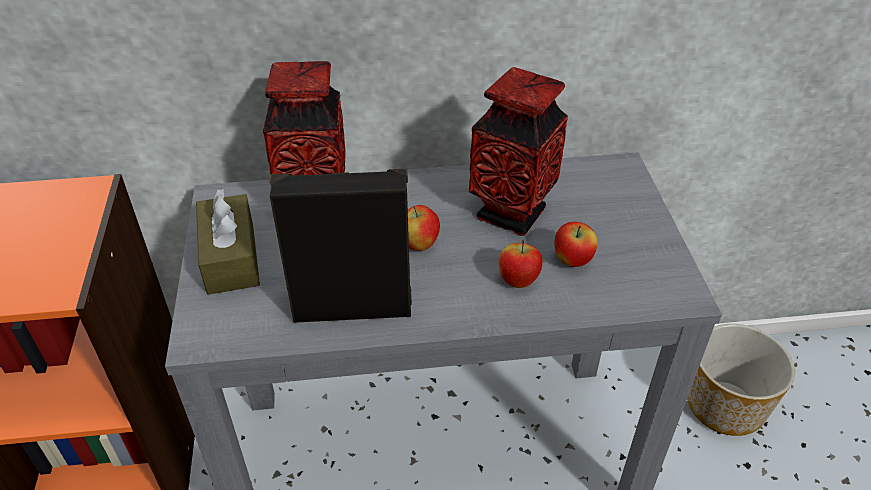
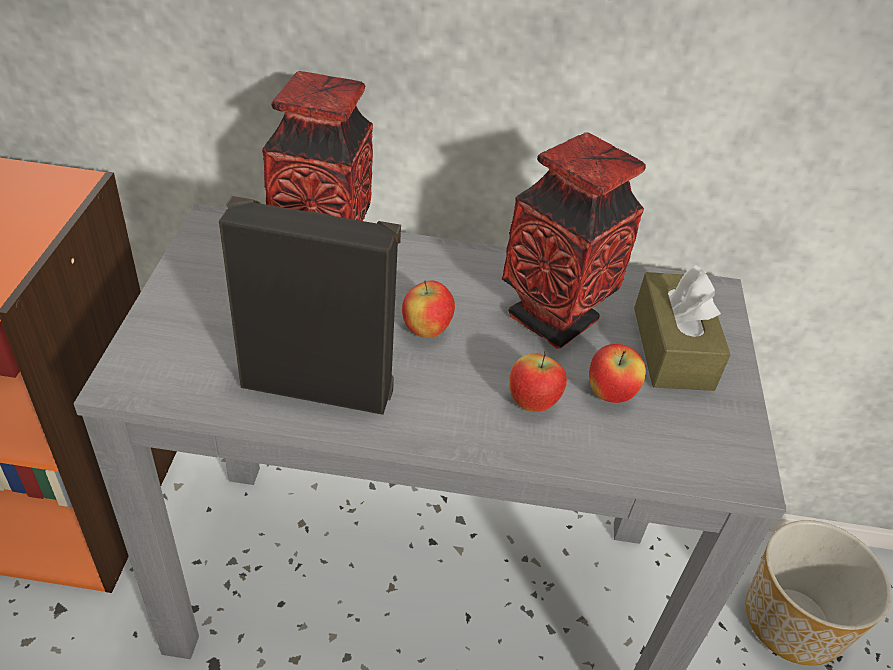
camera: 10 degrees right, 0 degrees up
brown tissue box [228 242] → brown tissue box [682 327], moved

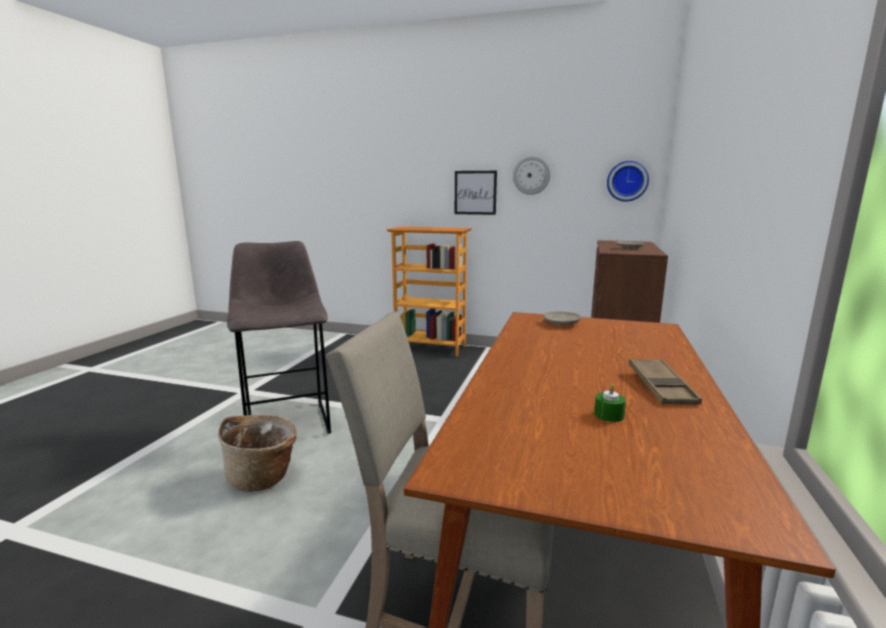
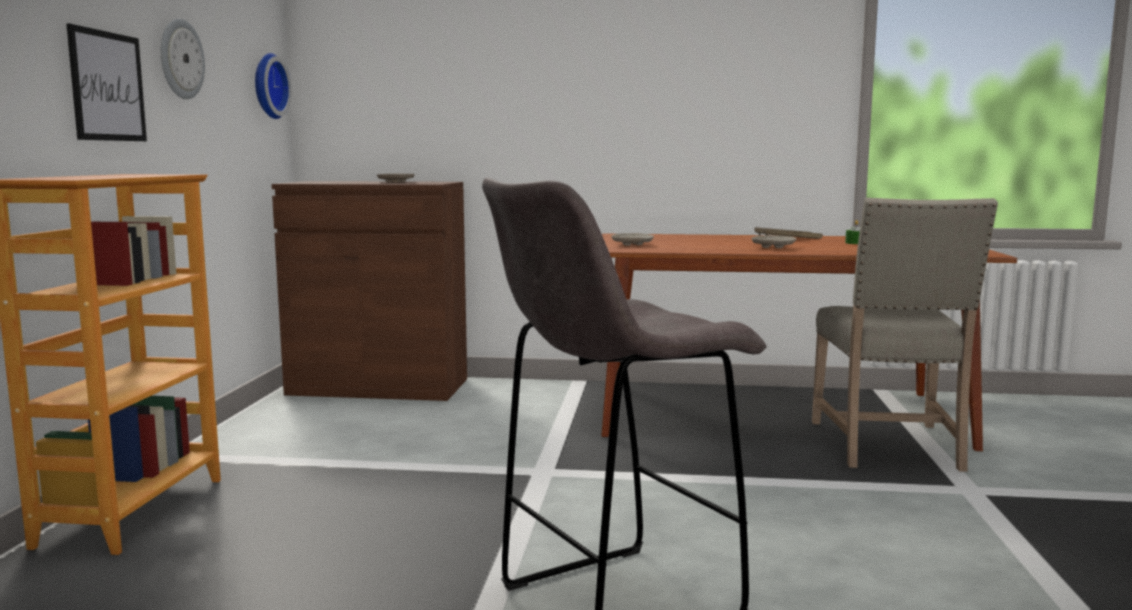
camera: 100 degrees left, 5 degrees down
basket [257 453] → -
- → beige plate [774 241]

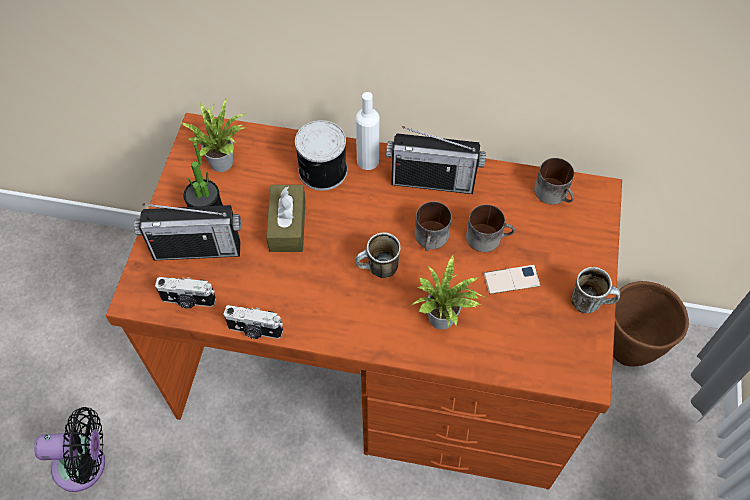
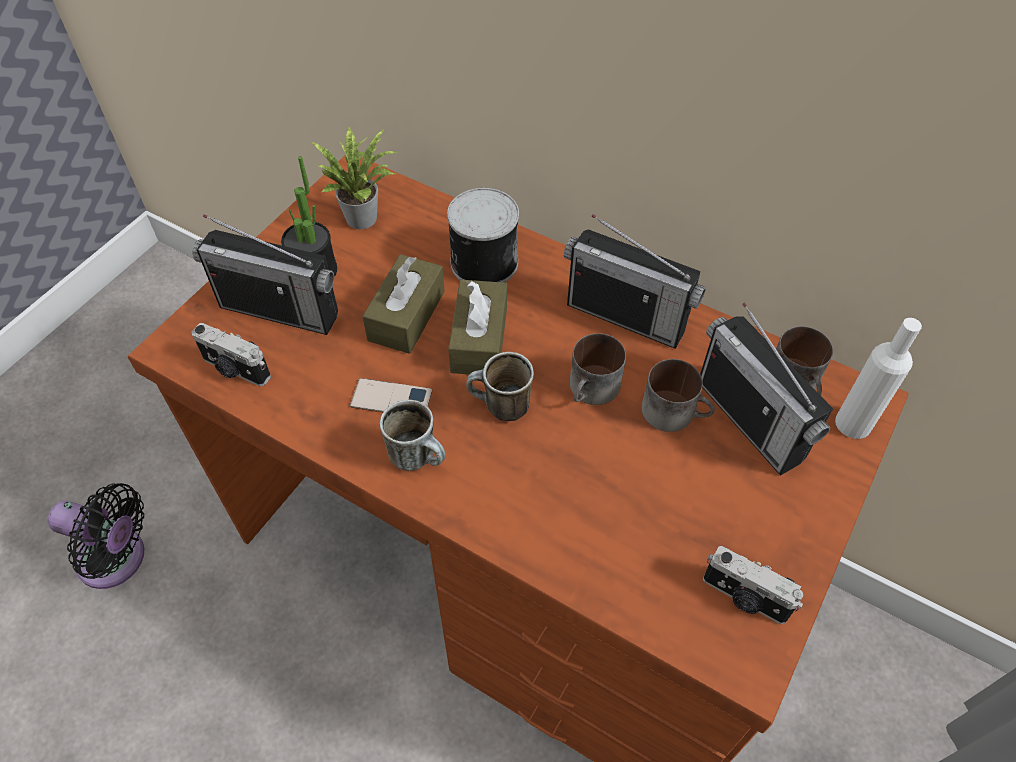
camera: 20 degrees right, 5 degrees down
photo camera [253 322] → photo camera [753 585], moved
white bottle [367 131] → white bottle [878 378], moved
potted plant [449 292] → -
phone [512 279] → phone [391 395], moved
mug [595 290] → mug [413 435], moved
brown planter [651 323] → -
- → brown tissue box [477 327]
- → radio [766 389]

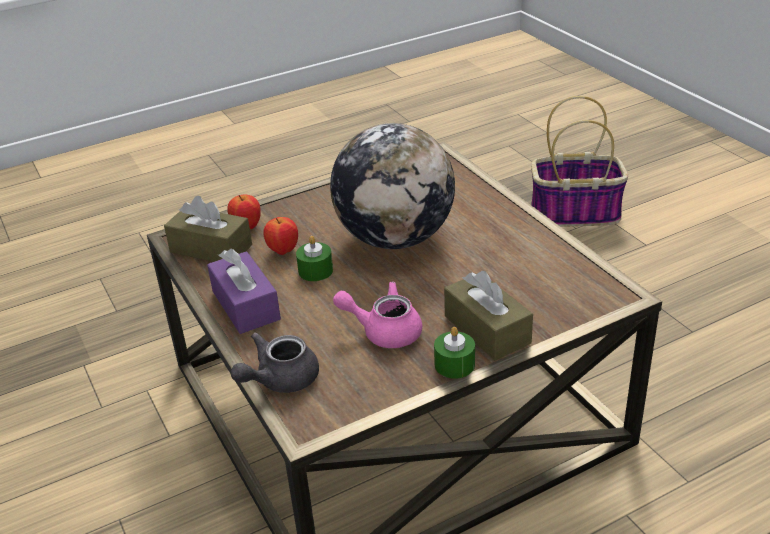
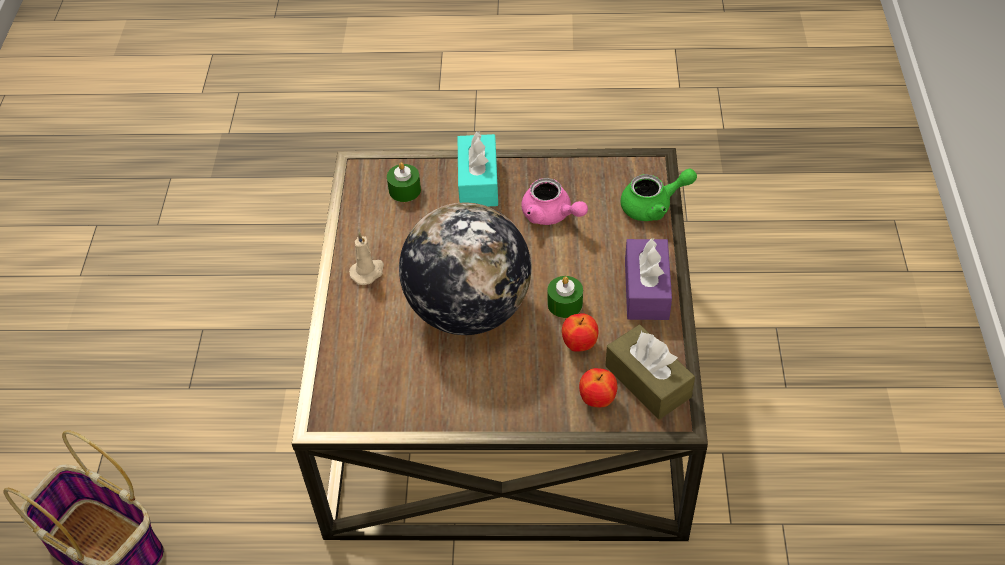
camera: 150 degrees left, 15 degrees up
grey teapot [275 362] → green teapot [659 194]
green candle [454 353] → green candle [404 182], moved
brown tissue box [488 316] → turquoise tissue box [478 168]
- → beige candle [366 258]

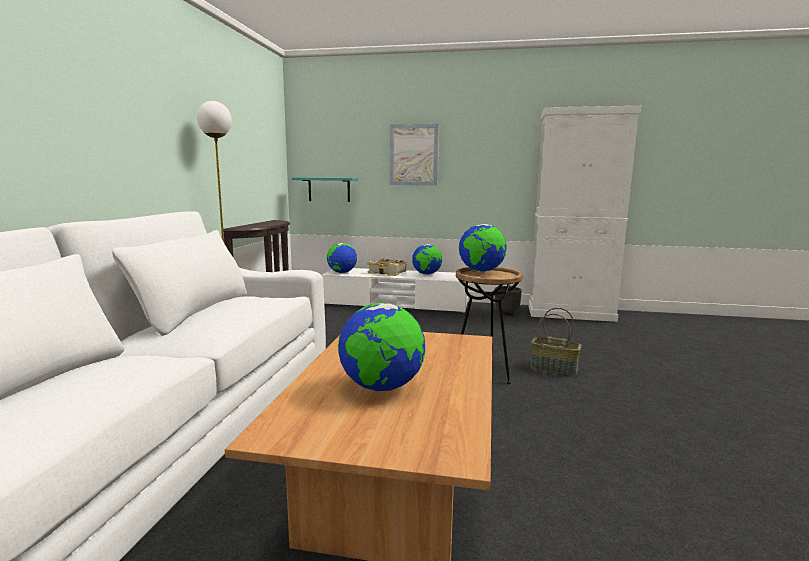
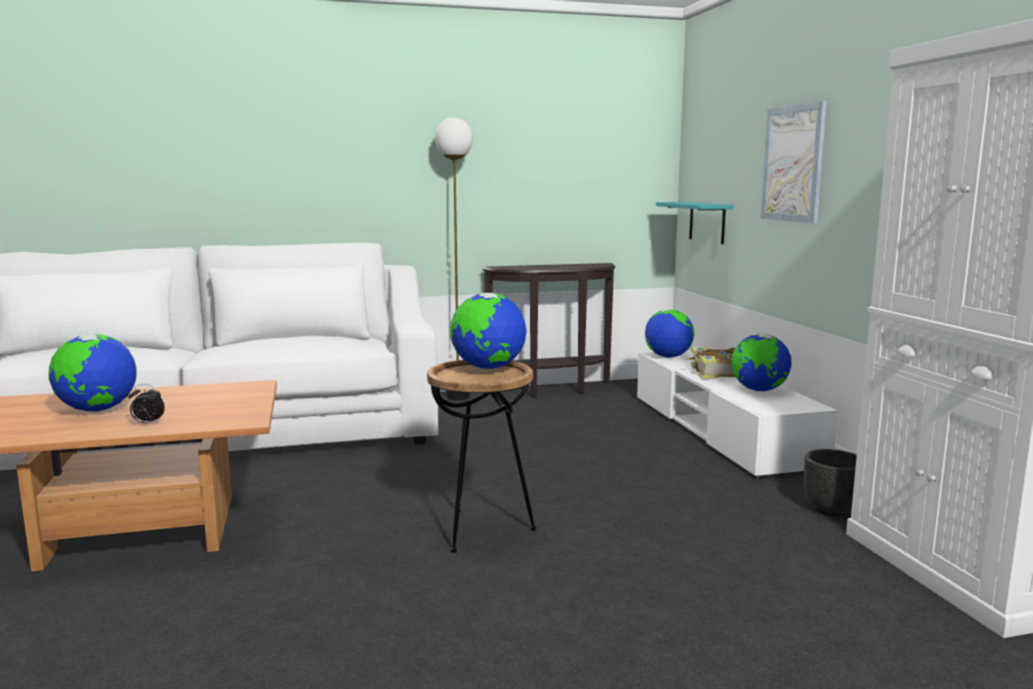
camera: 65 degrees right, 0 degrees up
basket [556 342] → -
- → alarm clock [147 404]

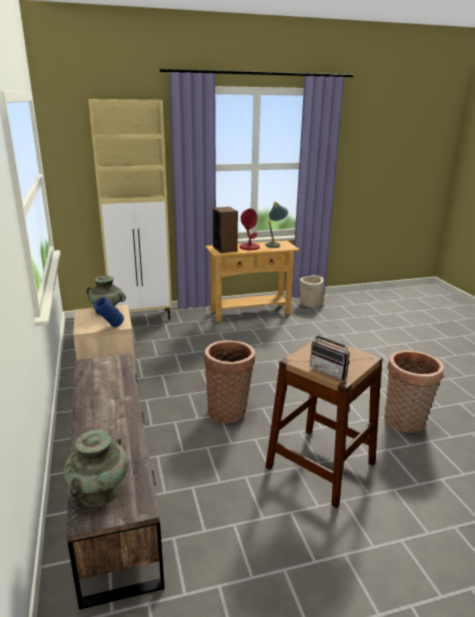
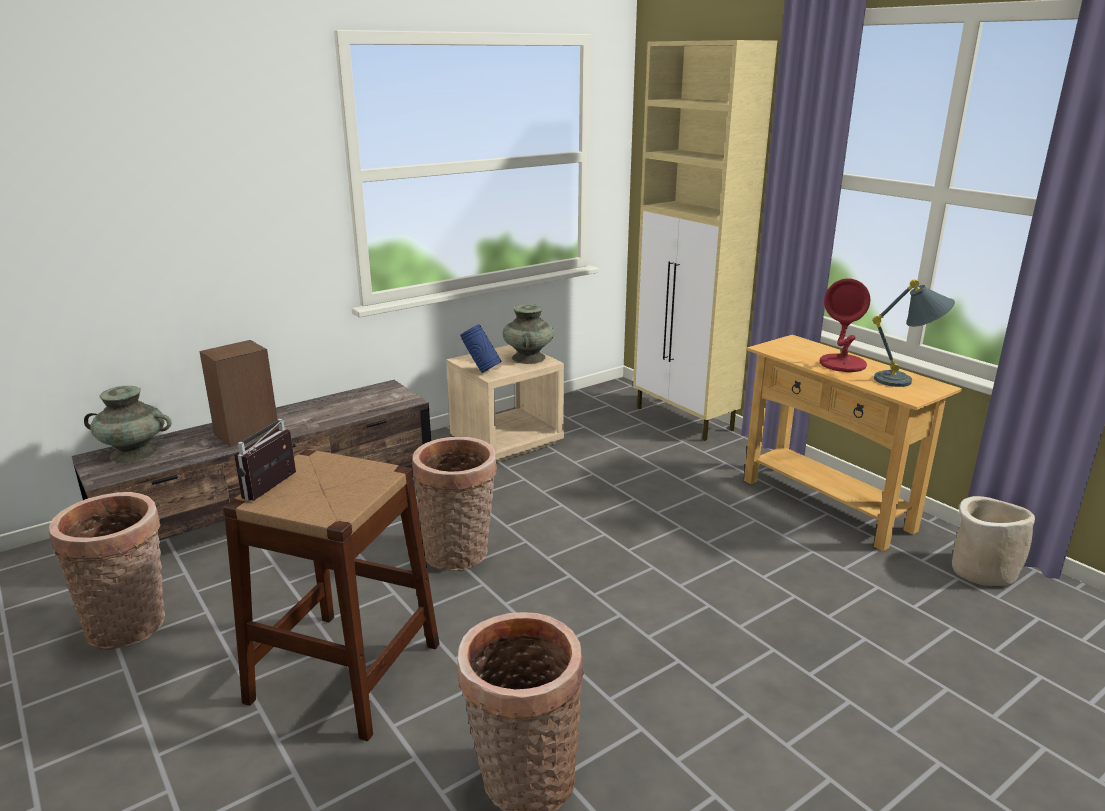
camera: 70 degrees right, 0 degrees up
speaker [225 230] → speaker [239 393], moved
- → basket [107 571]

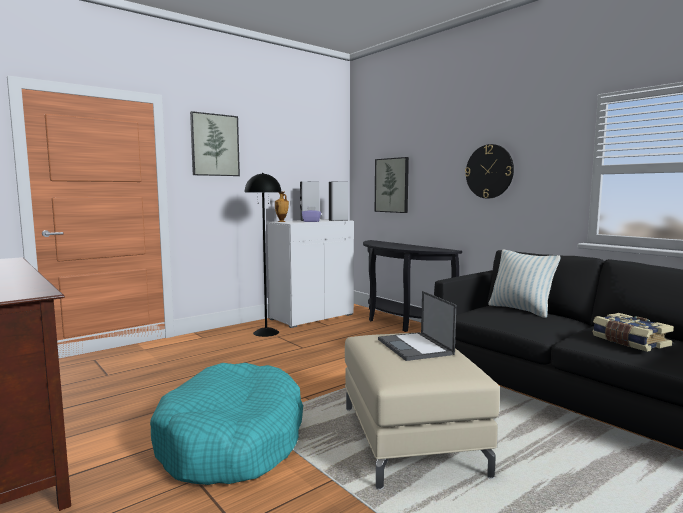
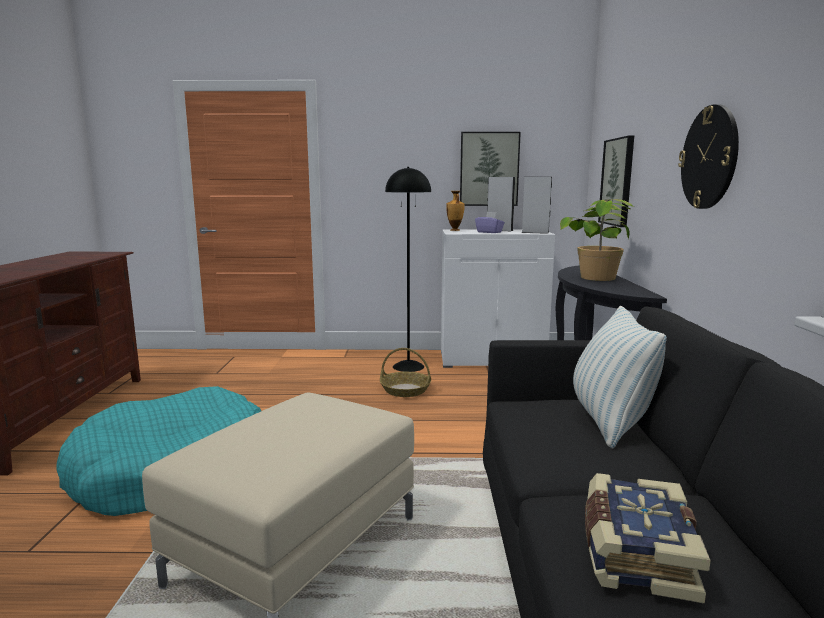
camera: 40 degrees right, 5 degrees up
picture [215 143] → picture [490 169], moved
laptop [417 326] → -
- → basket [405 372]
- → potted plant [597 240]

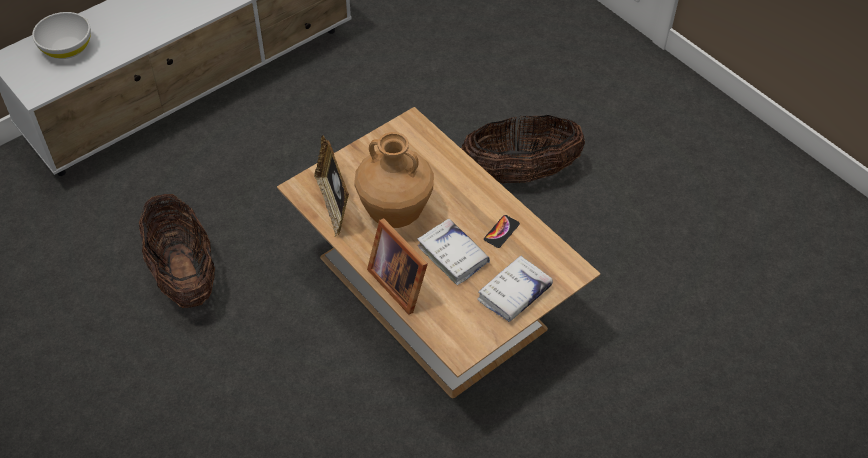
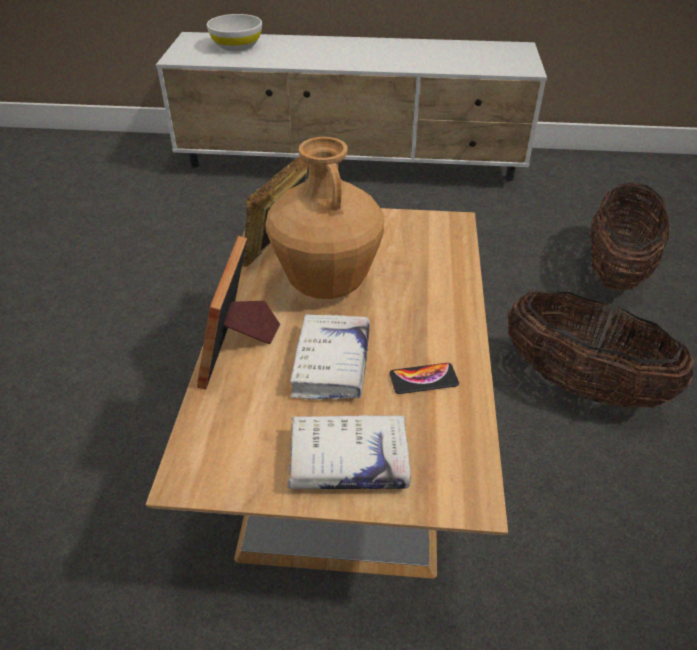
camera: 45 degrees right, 10 degrees down
basket [177 251] → basket [629 236], moved

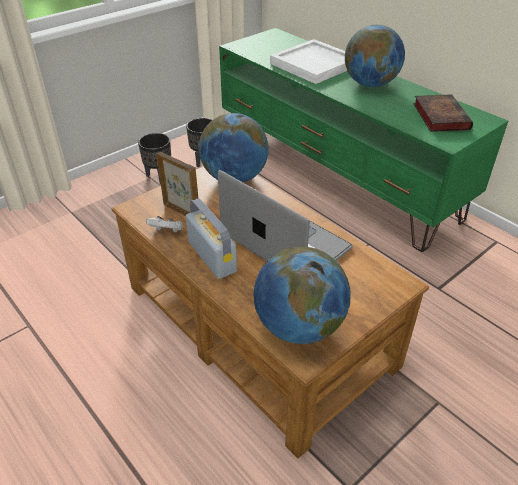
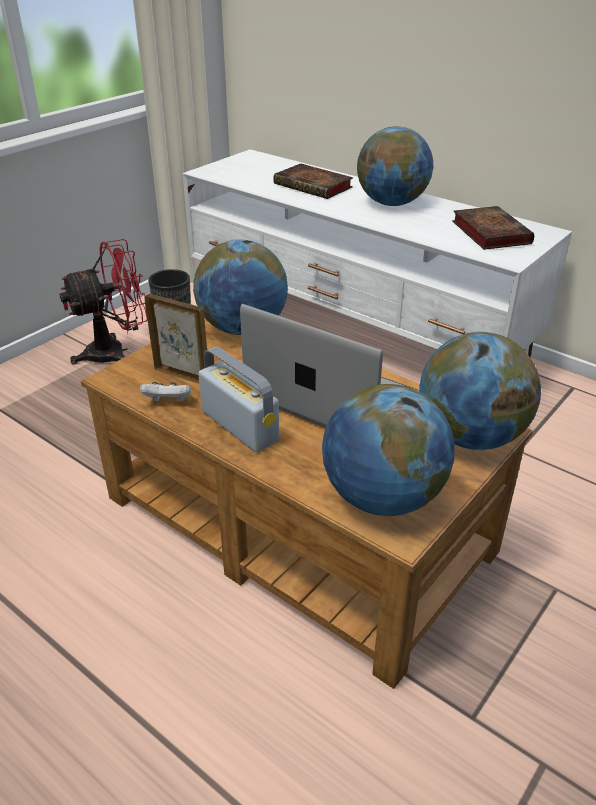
camera: 10 degrees left, 5 degrees down
black planter [154 159] → red fan [103 302]
green tv stand [363 140] → white tv stand [377 253]
white tray [308 61] → book [313 181]
- → globe [480 391]

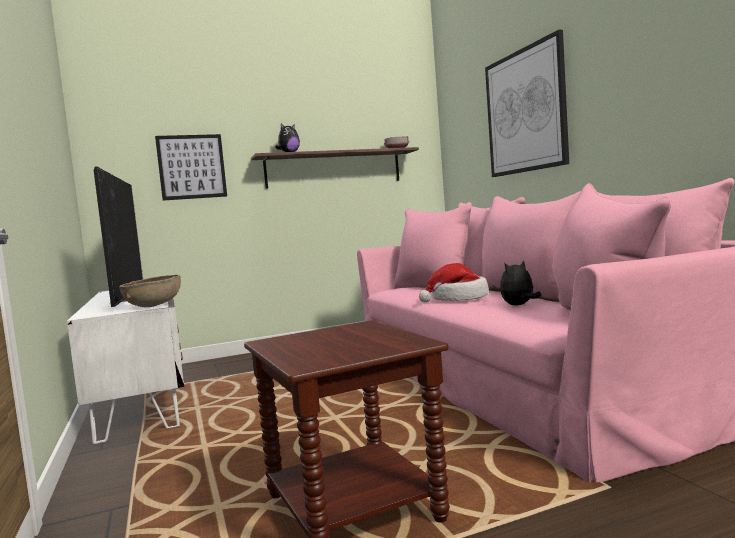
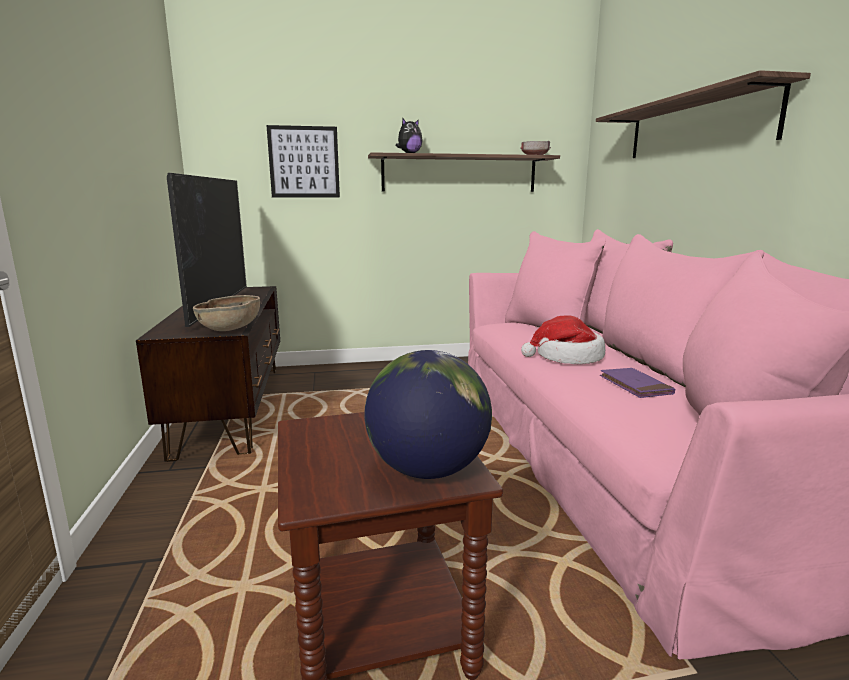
camera: 10 degrees right, 10 degrees up
white tv stand [125 367] → brown tv stand [208 374]
picture [527 103] → shelf [703 114]
plush toy [520 282] → purple book [637 383]
- → globe [428 414]

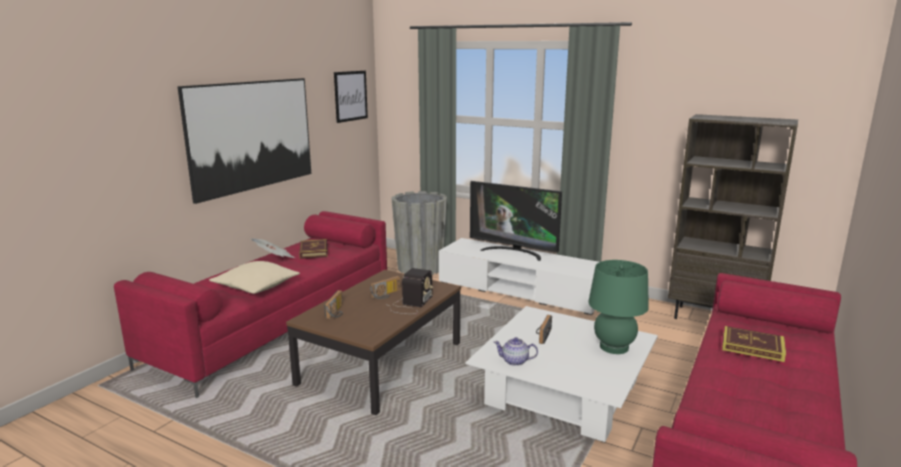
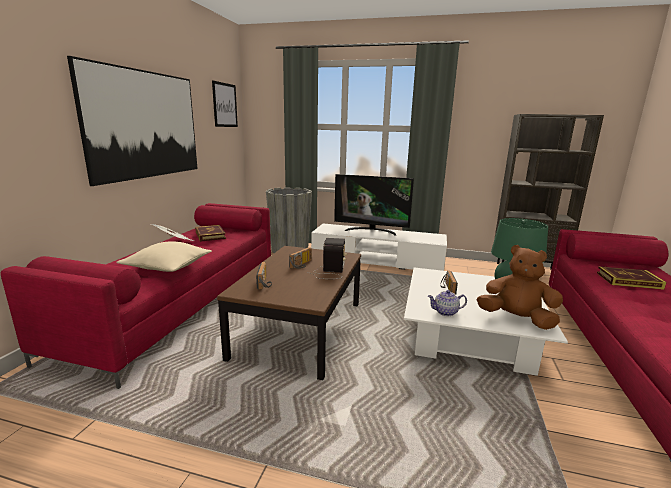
camera: 15 degrees left, 0 degrees up
- → brown plush toy [520 287]

